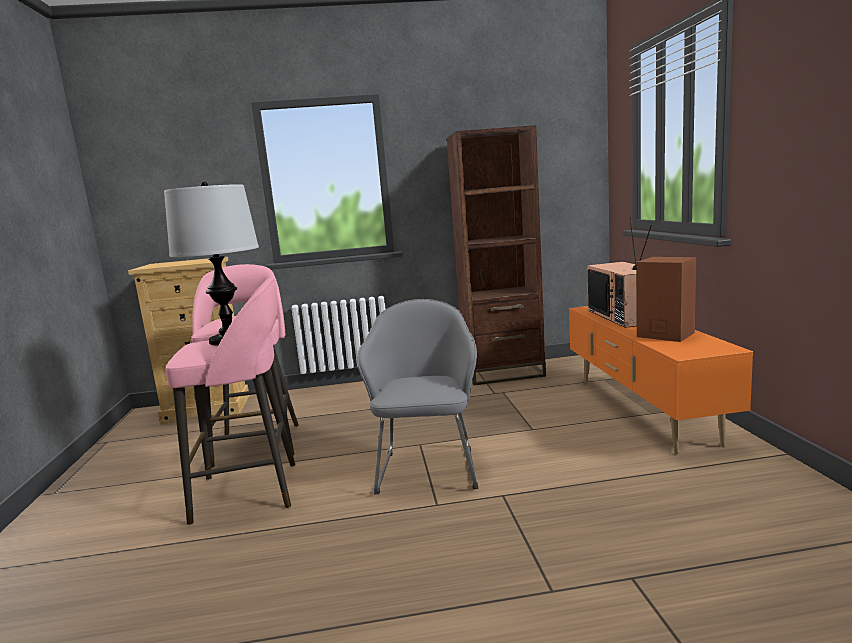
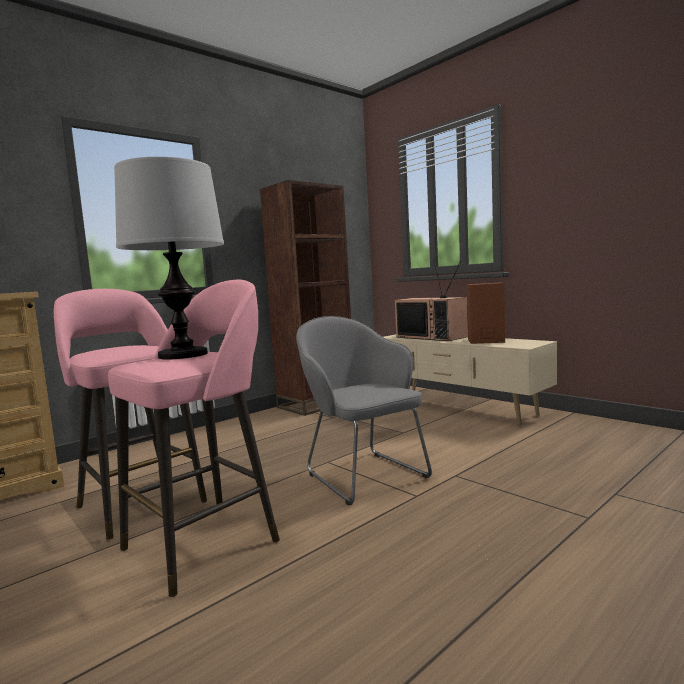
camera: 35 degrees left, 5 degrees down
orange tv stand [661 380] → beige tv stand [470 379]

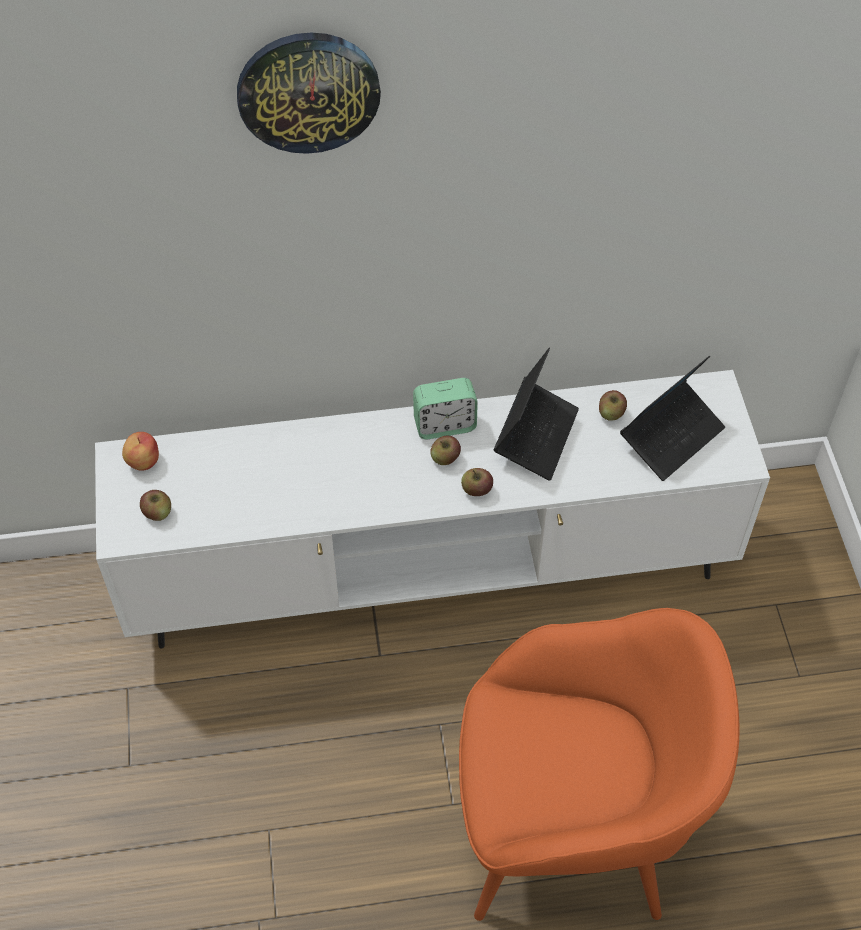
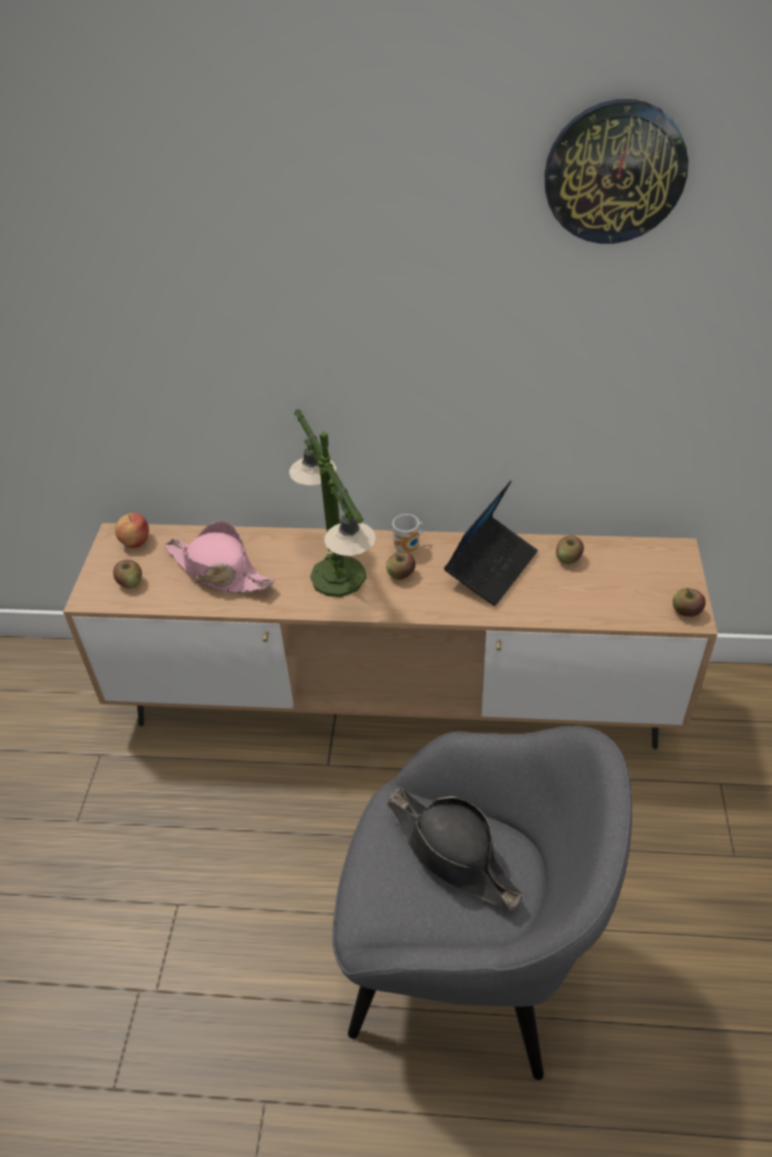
camera: 15 degrees right, 10 degrees down
white tv stand [432 509] → brown tv stand [390 636]
wall clock [309 93] → wall clock [617 171], moved
alarm clock [445 408] → mug [408 533]
orange armchair [599 764] → grey armchair [482 903]
apple [477 482] → apple [689 602], moved
laptop [672 418] → -
- → pink hat [219 557]
- → table lamp [332 503]
- → black hat [454 849]

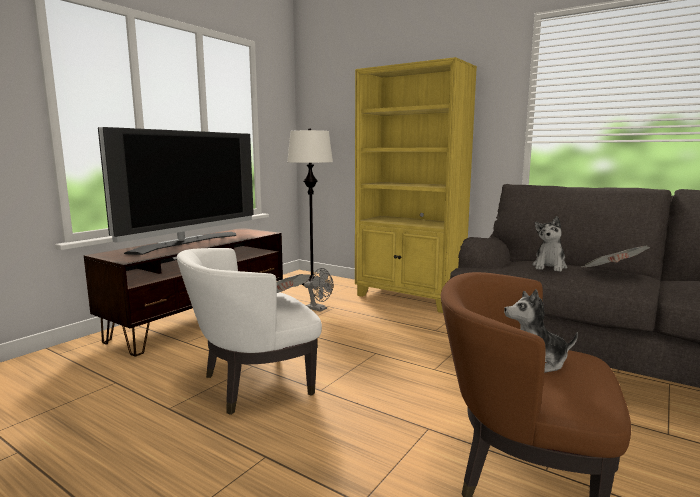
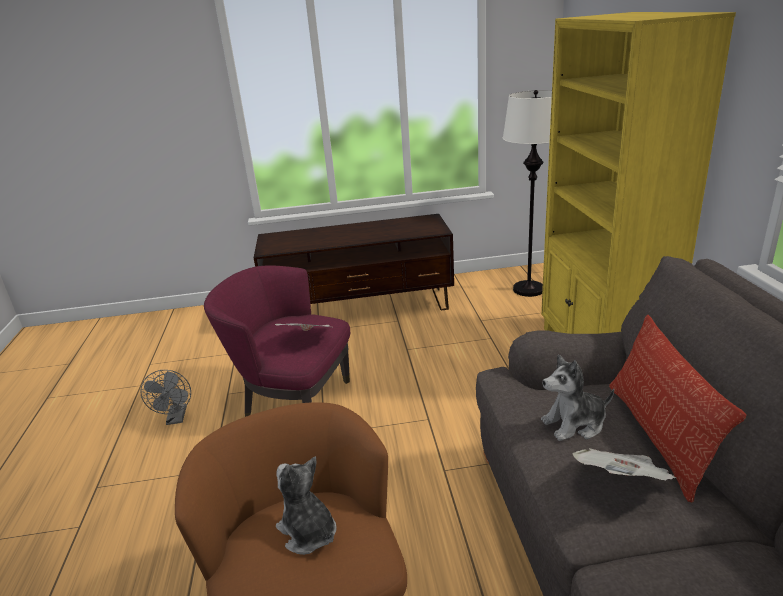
camera: 50 degrees right, 15 degrees up
television [176 191] → -
white armchair [249 331] → purple armchair [277 341]
grey fan [318 290] → grey fan [165 397], moved
- → pillow [677 408]

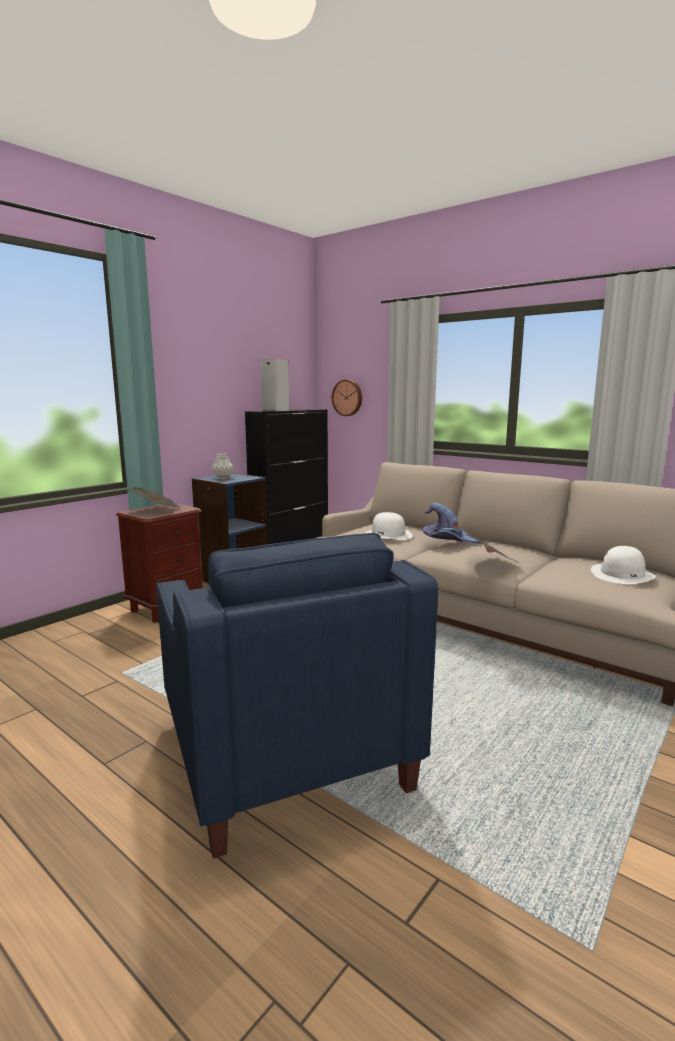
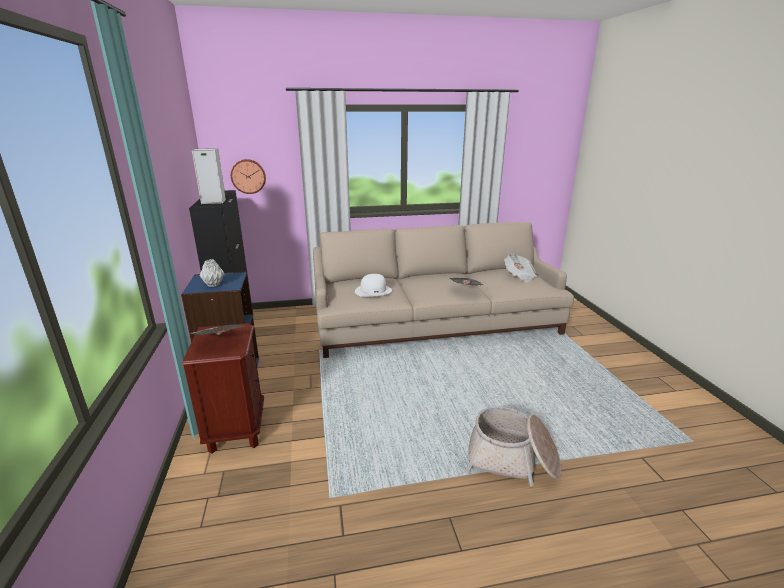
camera: 50 degrees left, 10 degrees up
blue armchair [297 696] → basket [513 446]
purple hat [452 523] → -
white hat [623 565] → newspaper [520 268]

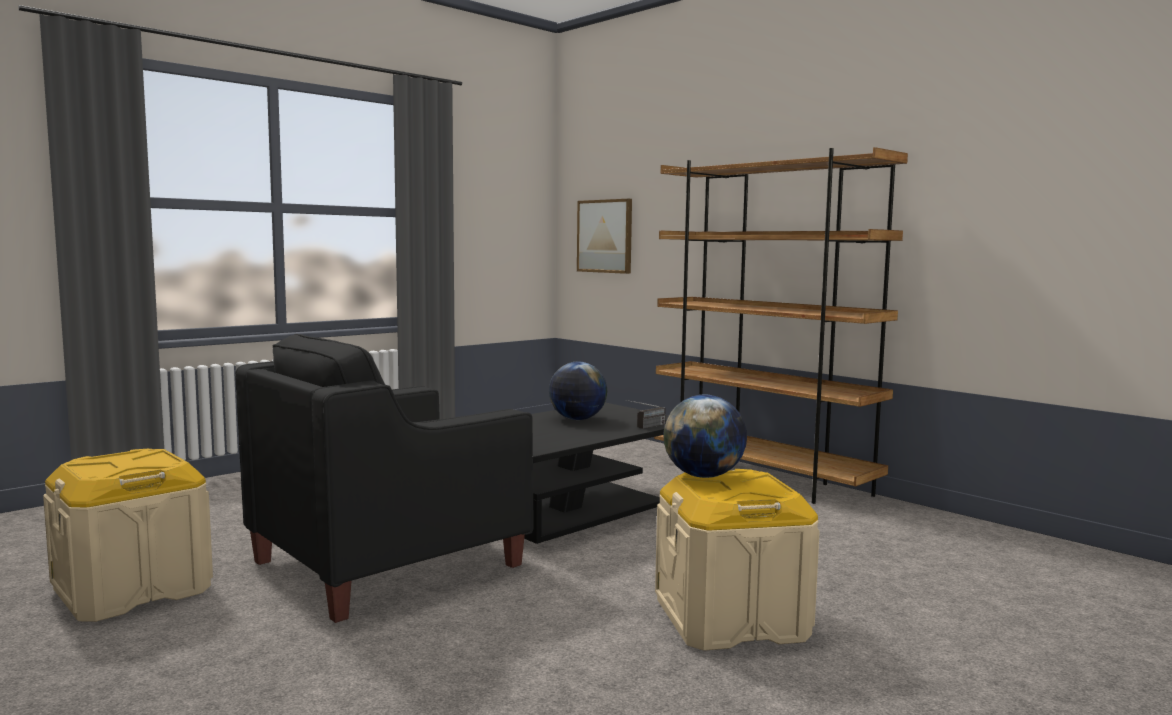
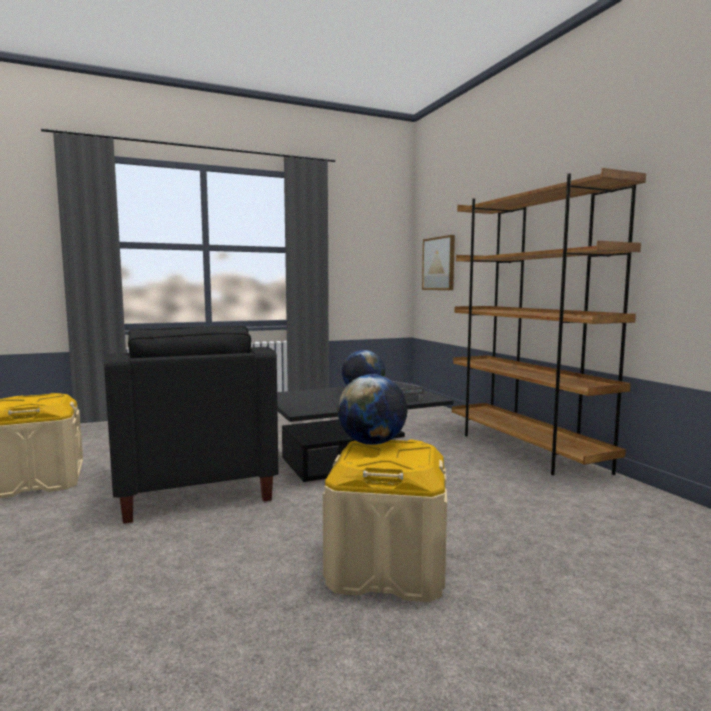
camera: 20 degrees right, 0 degrees up
black armchair [384 478] → black armchair [191 425], 90 degrees counterclockwise

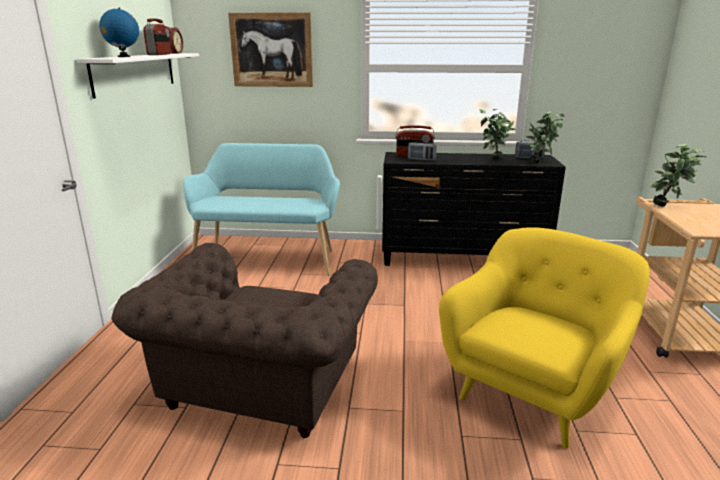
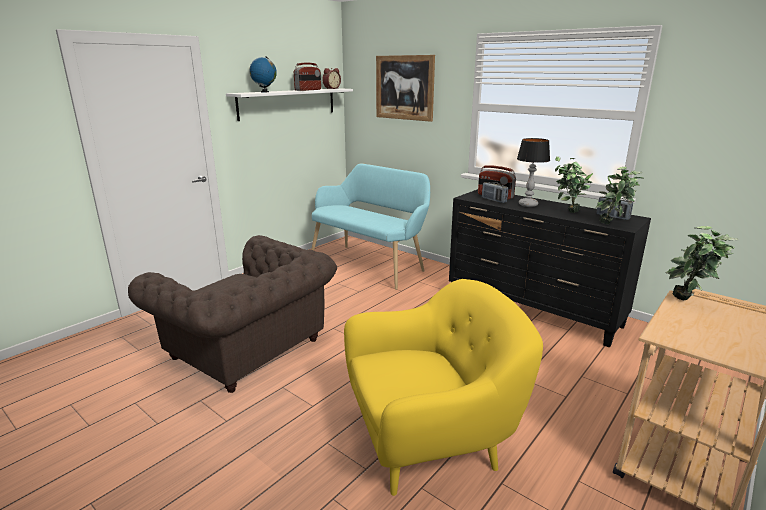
camera: 35 degrees right, 0 degrees up
brown armchair [245 340] → brown armchair [232 314], 105 degrees counterclockwise
- → table lamp [533 172]

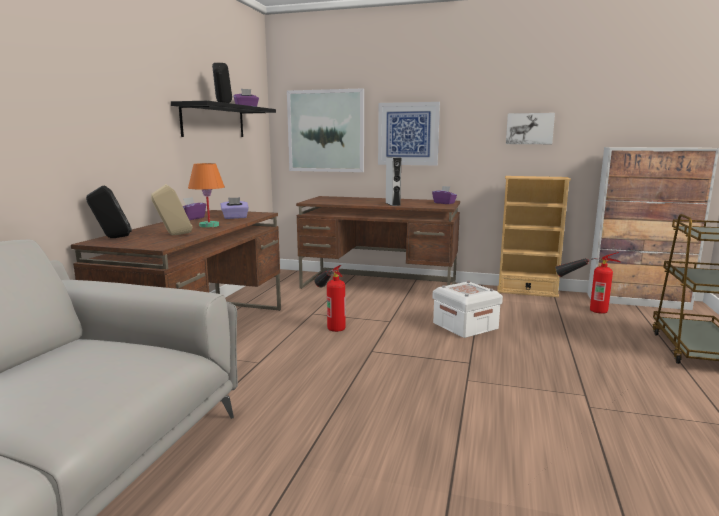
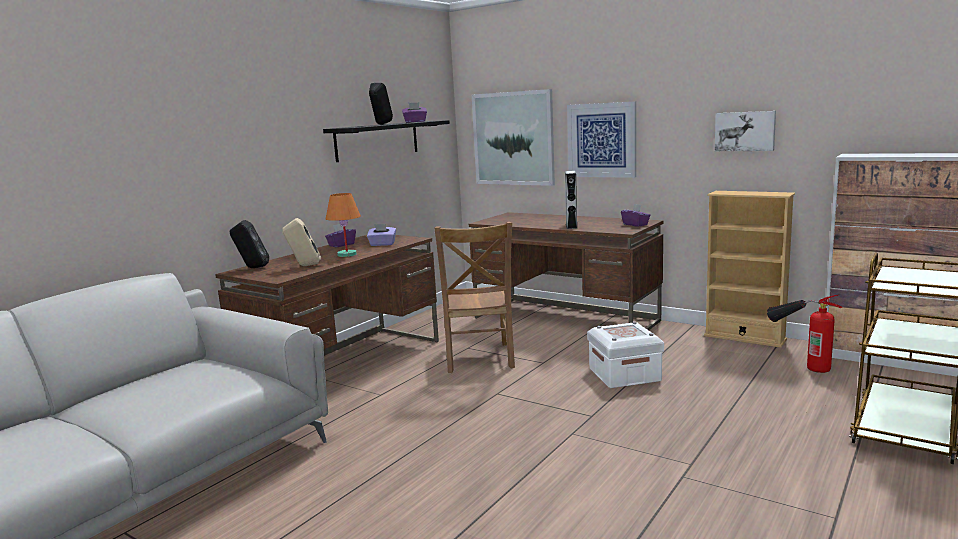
camera: 20 degrees right, 0 degrees up
fire extinguisher [330 298] → brown chair [474 297]

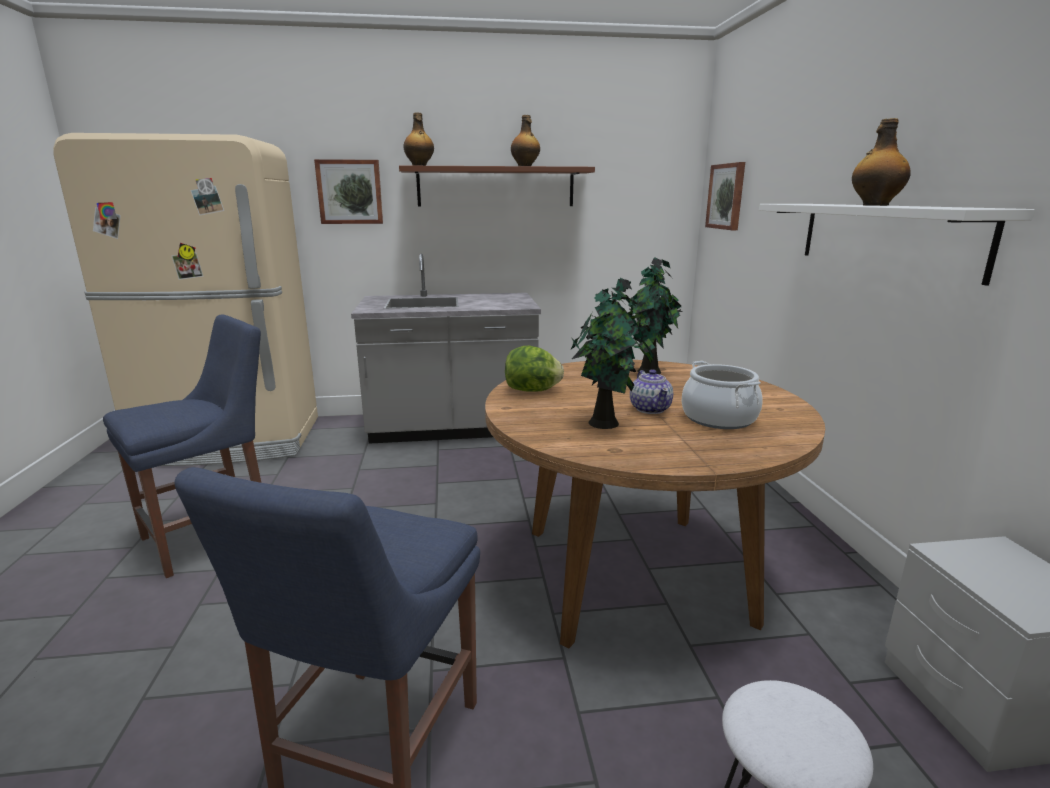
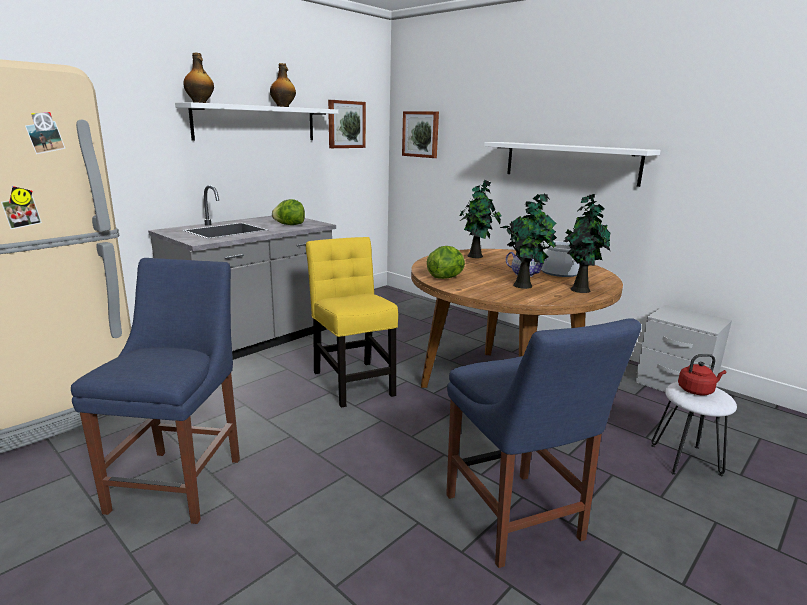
camera: 40 degrees left, 0 degrees up
picture [348 191] → picture [347 124], moved
brown shelf [497 186] → white shelf [256 121]
bottle [881 162] → -
- → lettuce [288 212]
- → yellow chair [352 322]
- → potted plant [587 243]
- → red kettle [702 374]

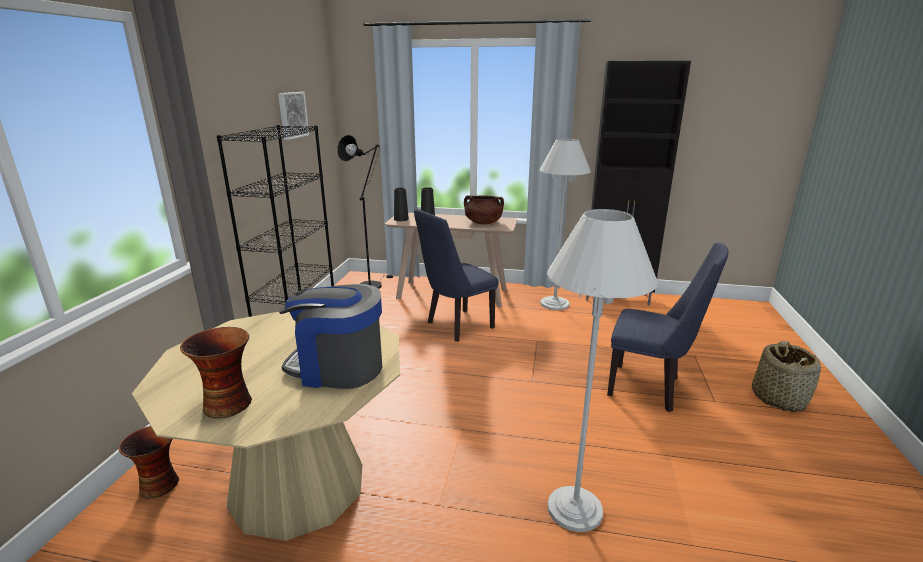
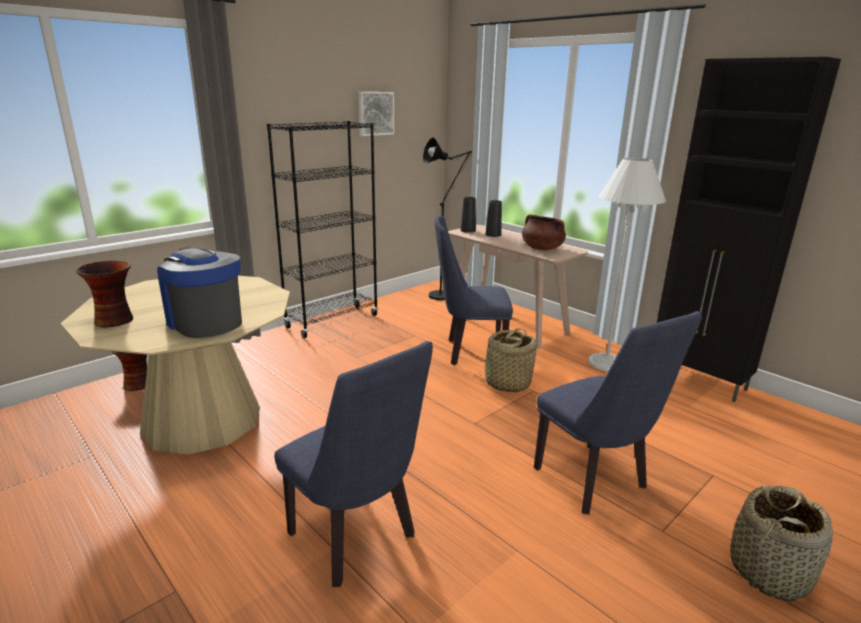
camera: 35 degrees right, 0 degrees up
white floor lamp [602 370] → blue chair [353 464]
- → basket [508 360]

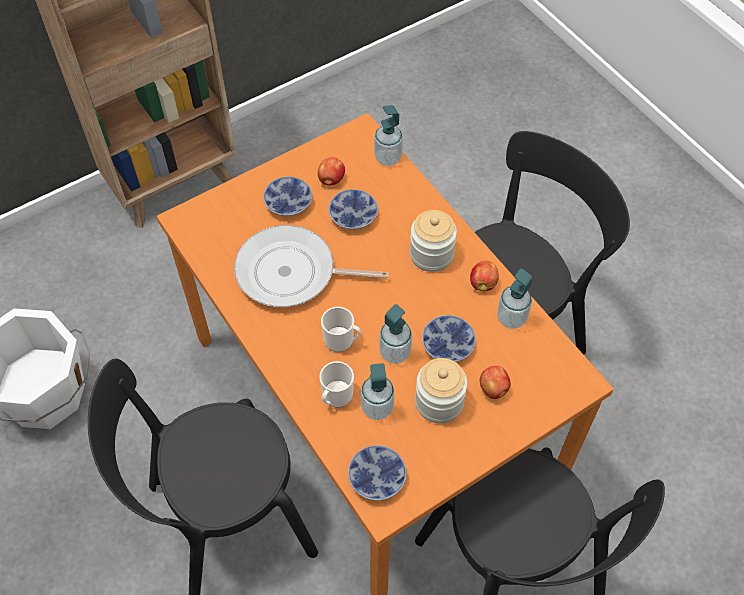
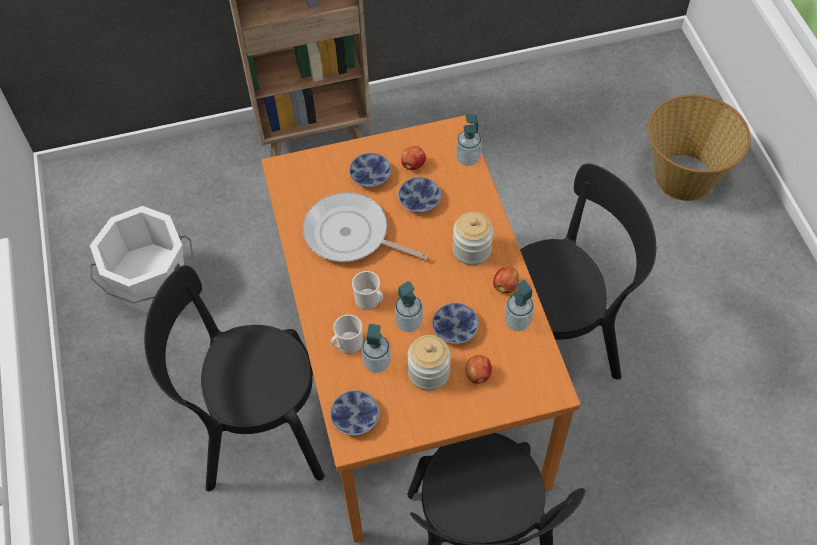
camera: 20 degrees right, 0 degrees up
- → basket [699 148]

